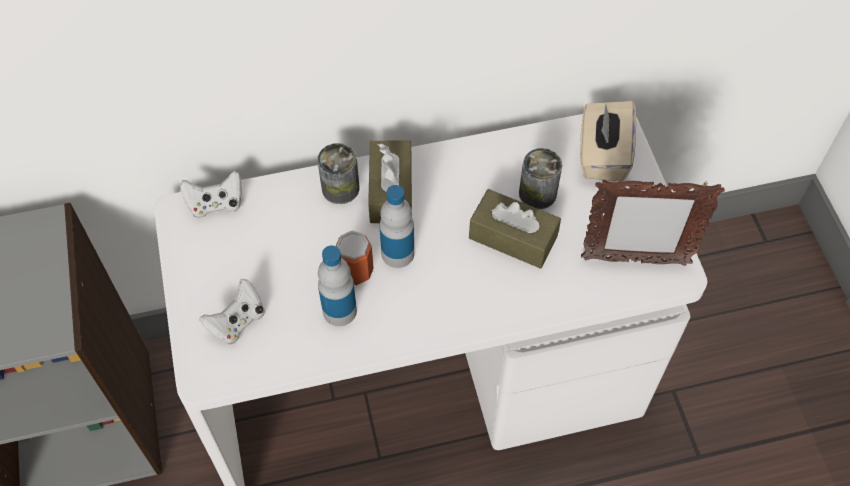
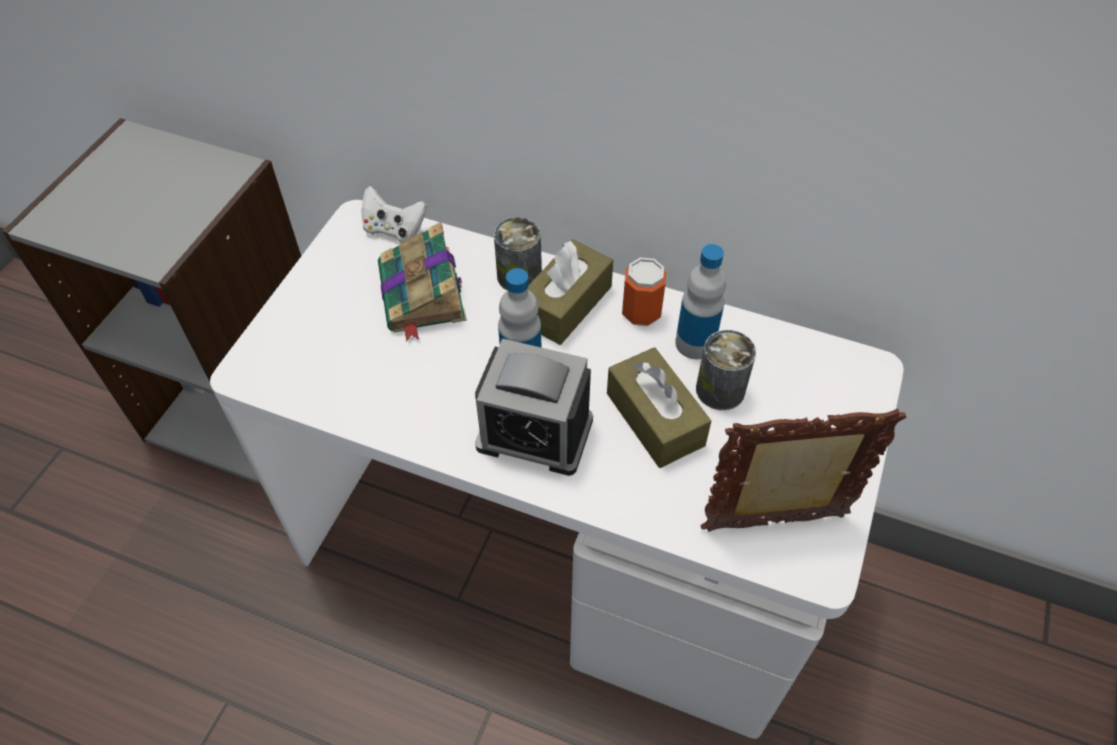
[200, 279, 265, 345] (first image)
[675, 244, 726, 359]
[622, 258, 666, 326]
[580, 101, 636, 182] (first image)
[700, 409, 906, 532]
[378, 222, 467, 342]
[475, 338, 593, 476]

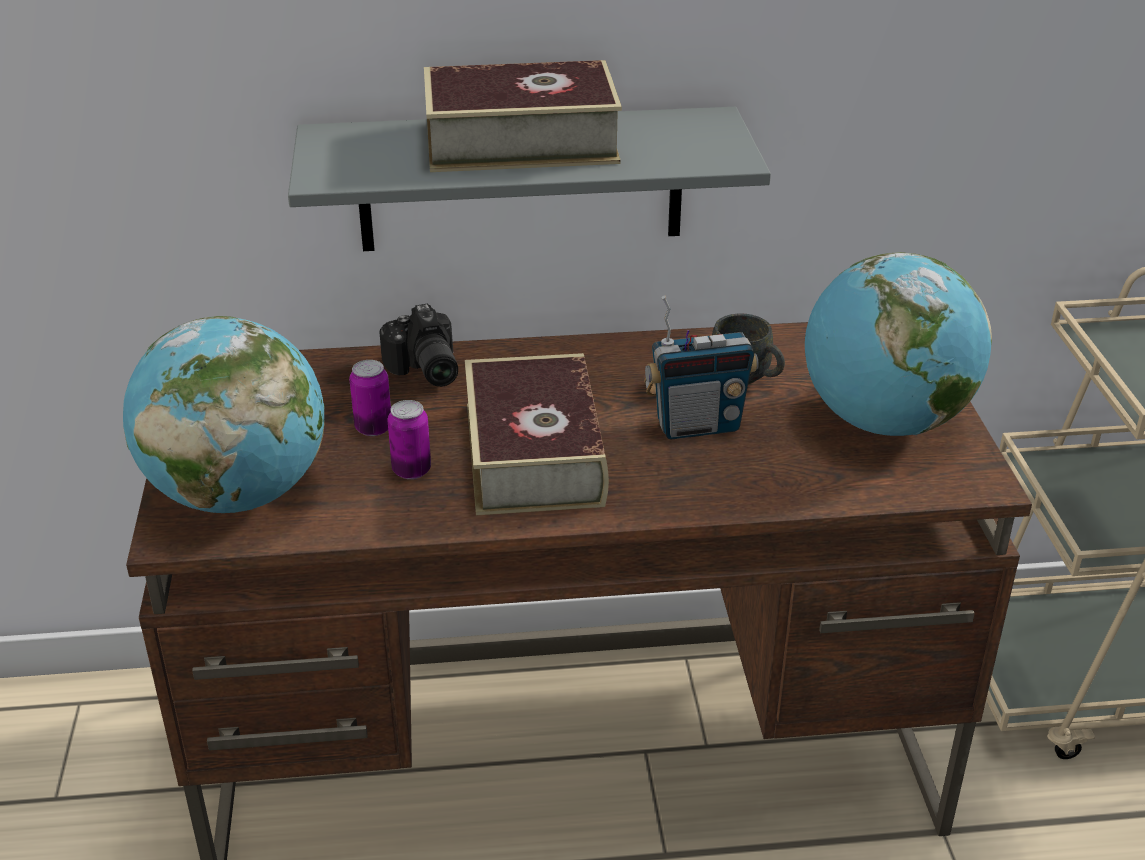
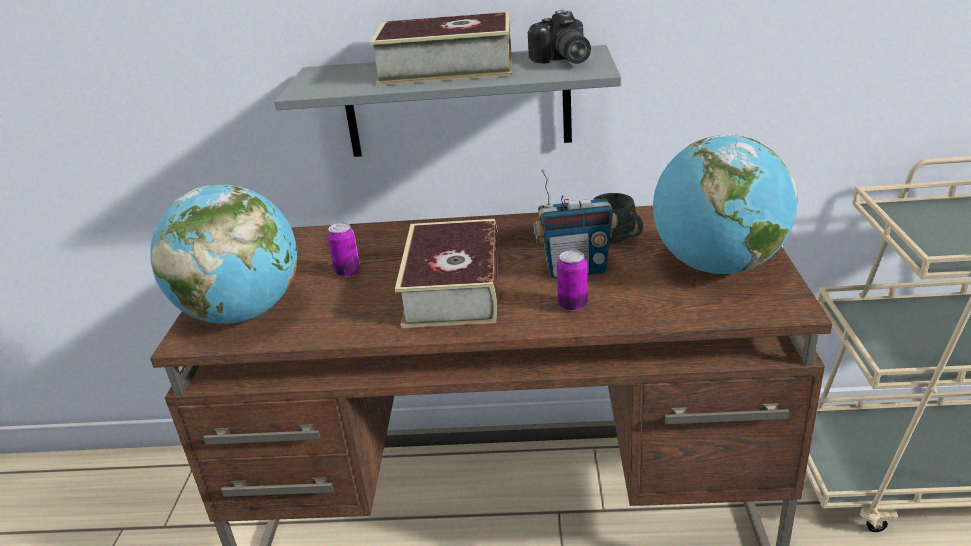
[528, 10, 591, 64]
[557, 250, 588, 311]

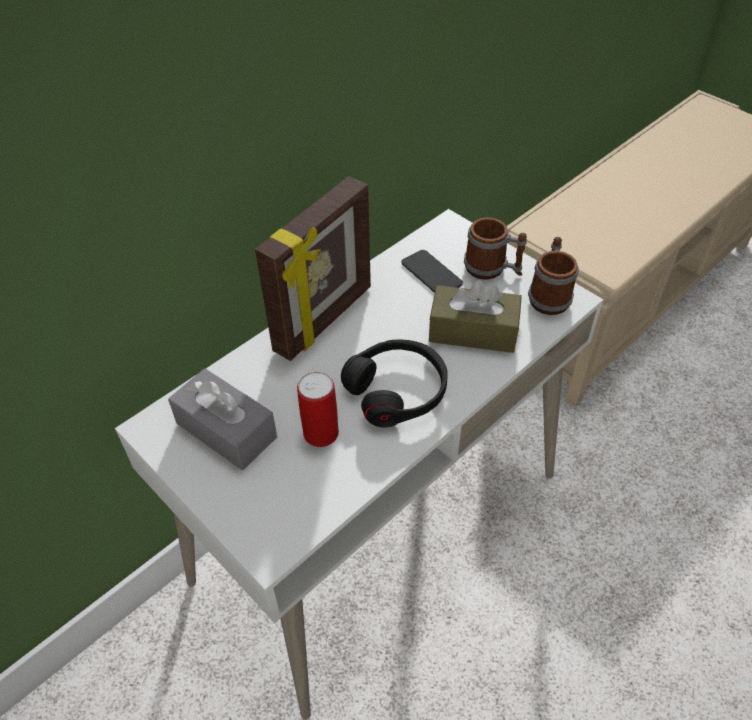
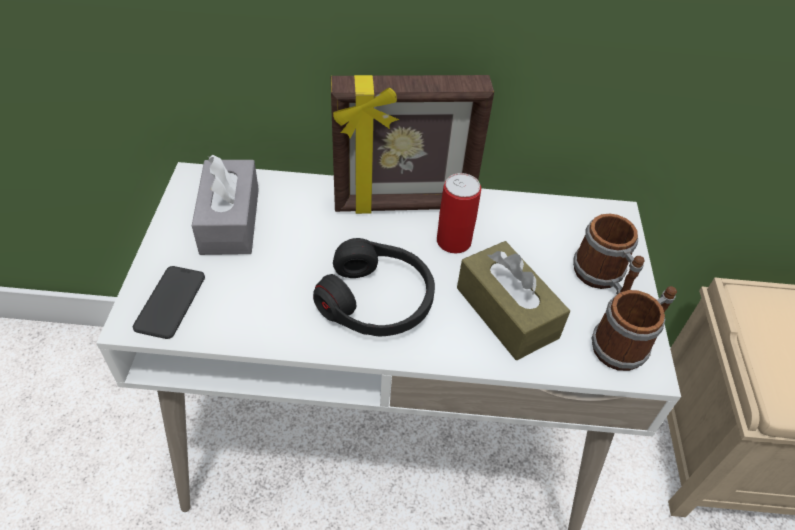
[437, 173, 481, 253]
[133, 266, 205, 339]

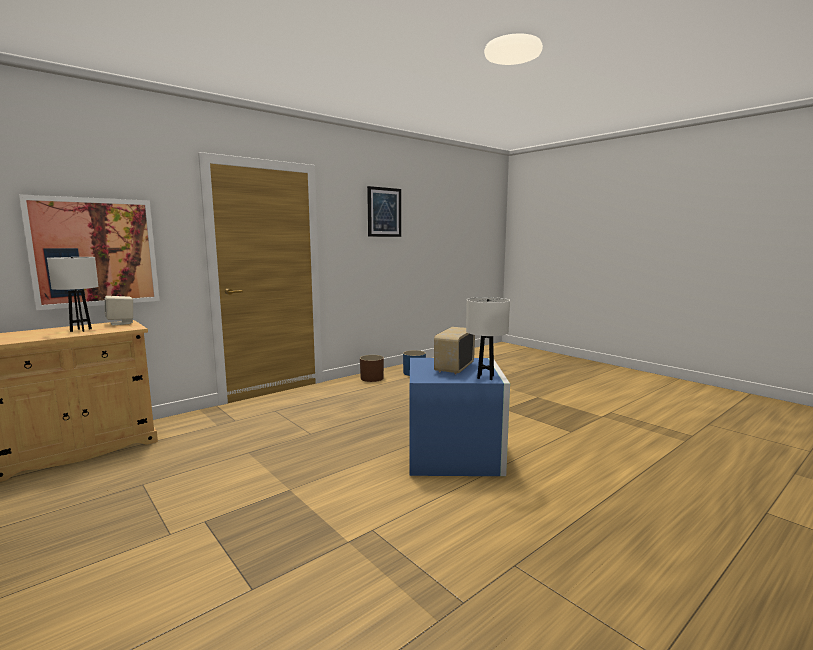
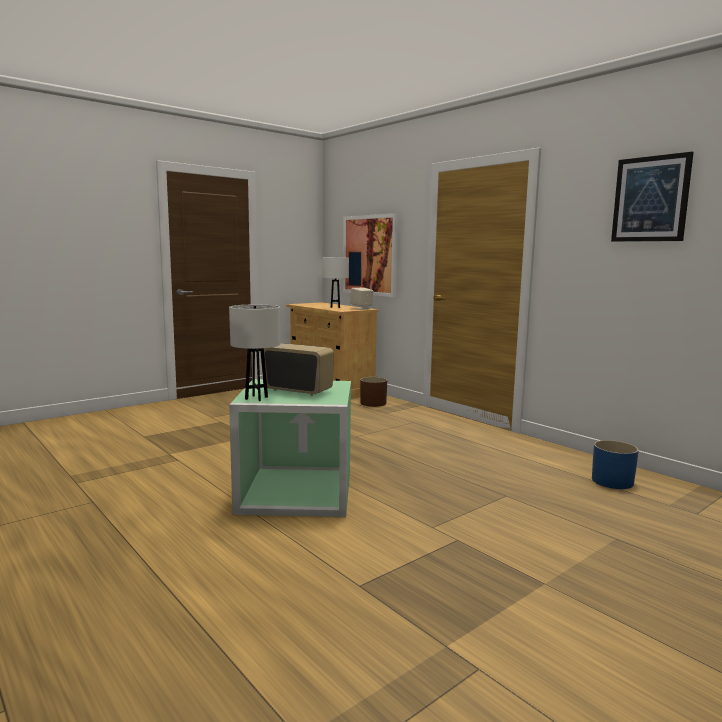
[360, 377, 387, 407]
[229, 379, 351, 517]

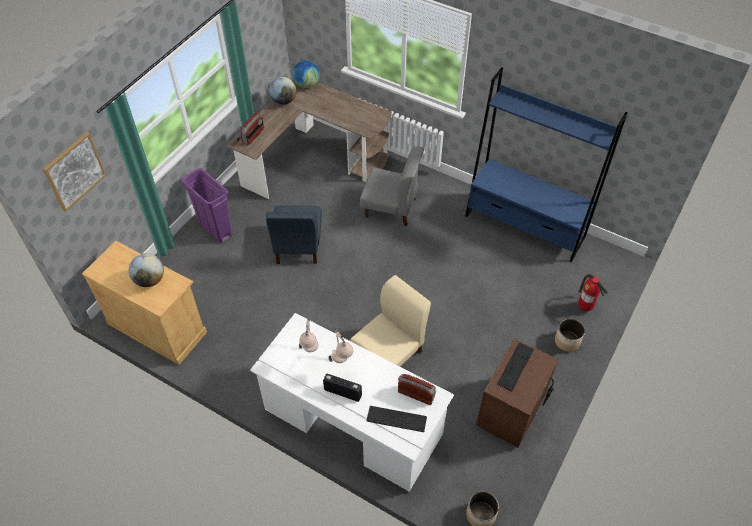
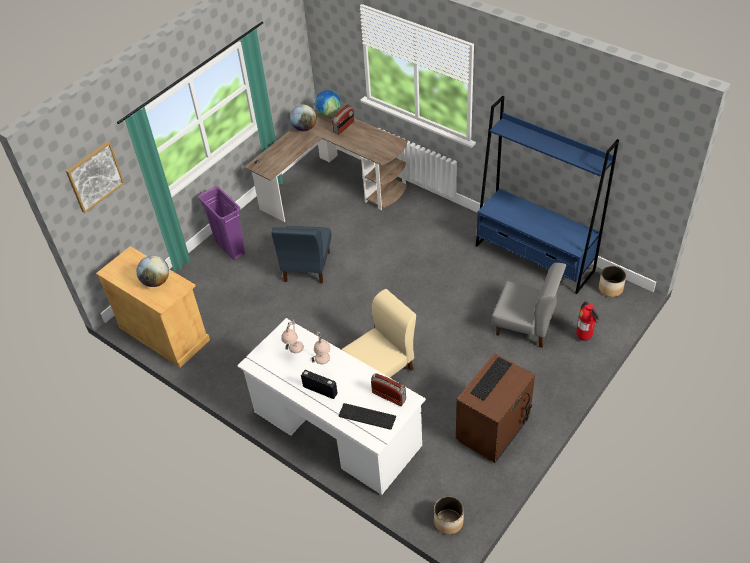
[332, 104, 354, 135]
[491, 263, 566, 348]
[599, 266, 626, 297]

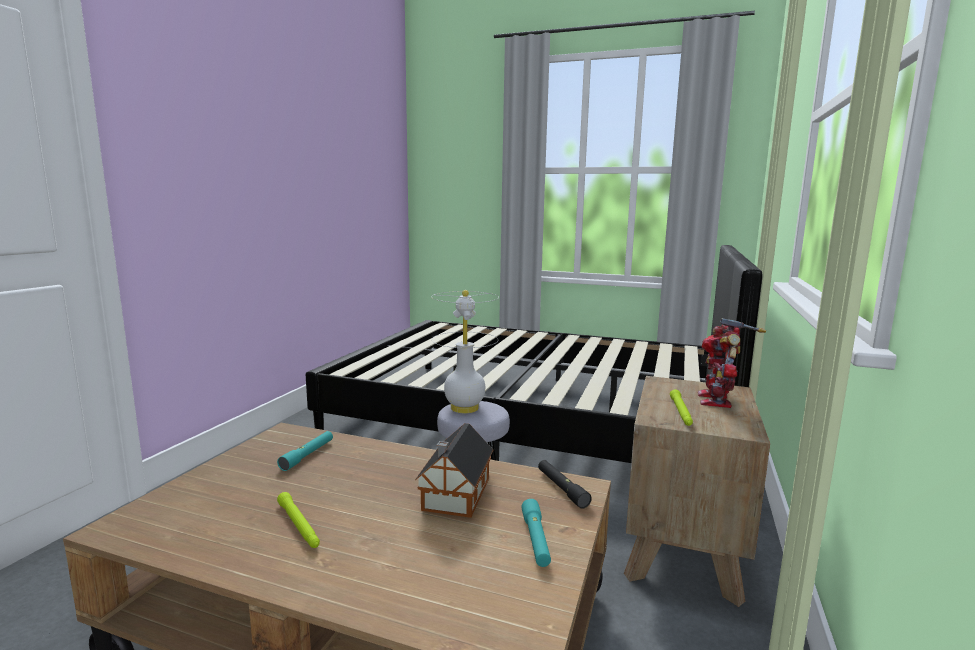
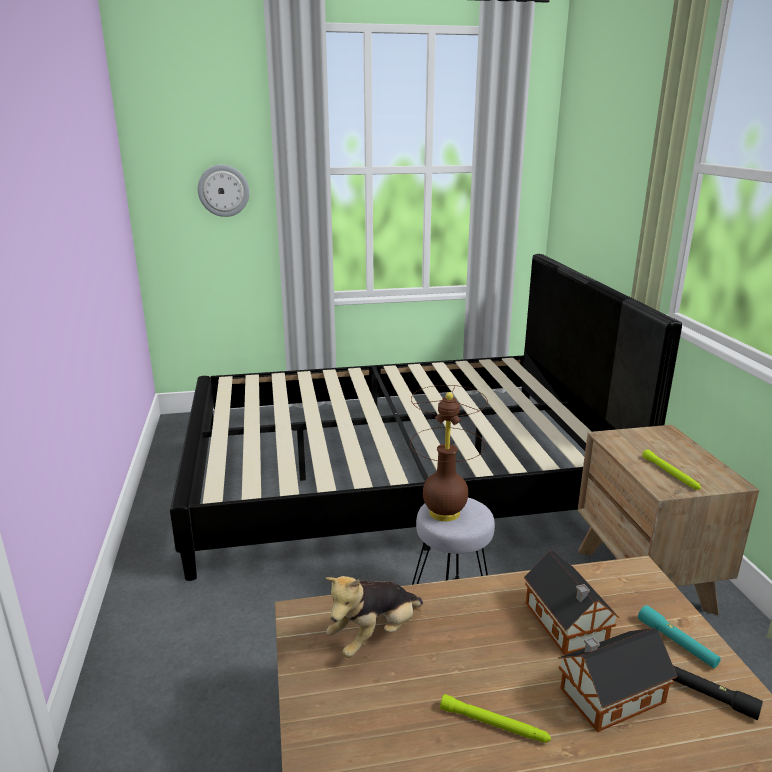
[326, 576, 423, 658]
[410, 385, 488, 522]
[673, 665, 763, 720]
[698, 318, 766, 408] (first image)
[198, 165, 250, 217]
[558, 628, 677, 733]

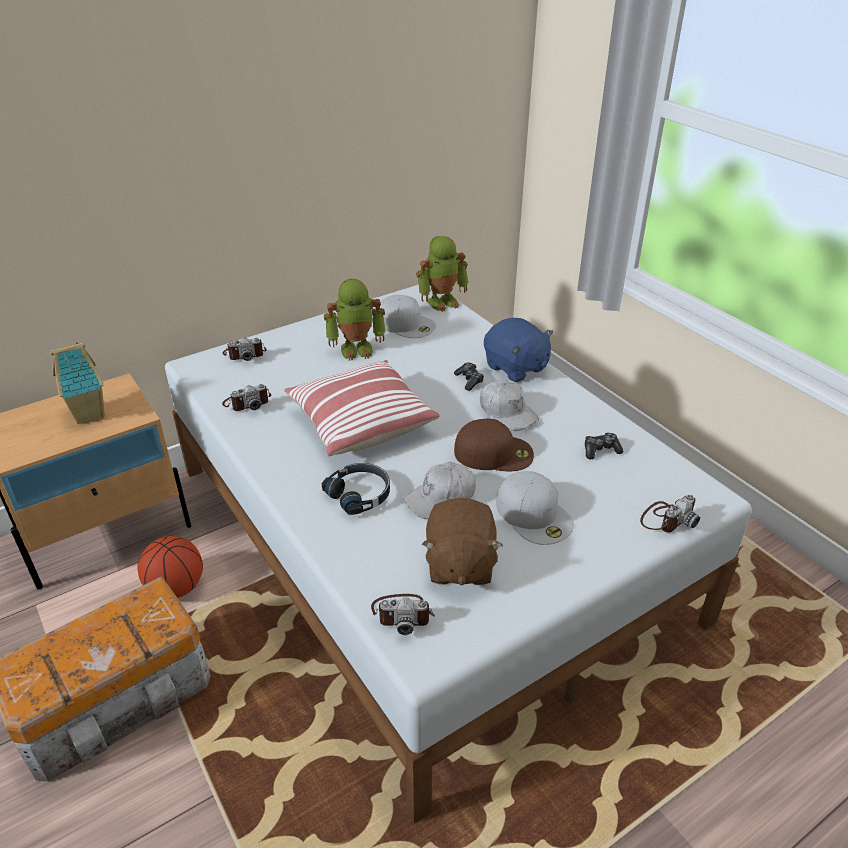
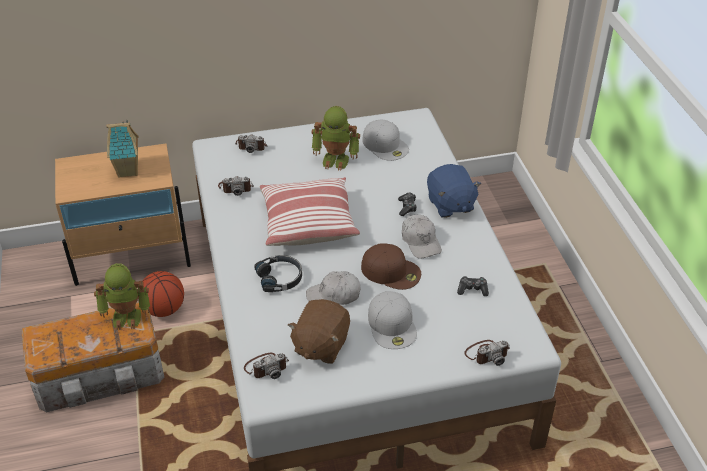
[244, 353, 289, 379]
[94, 263, 150, 330]

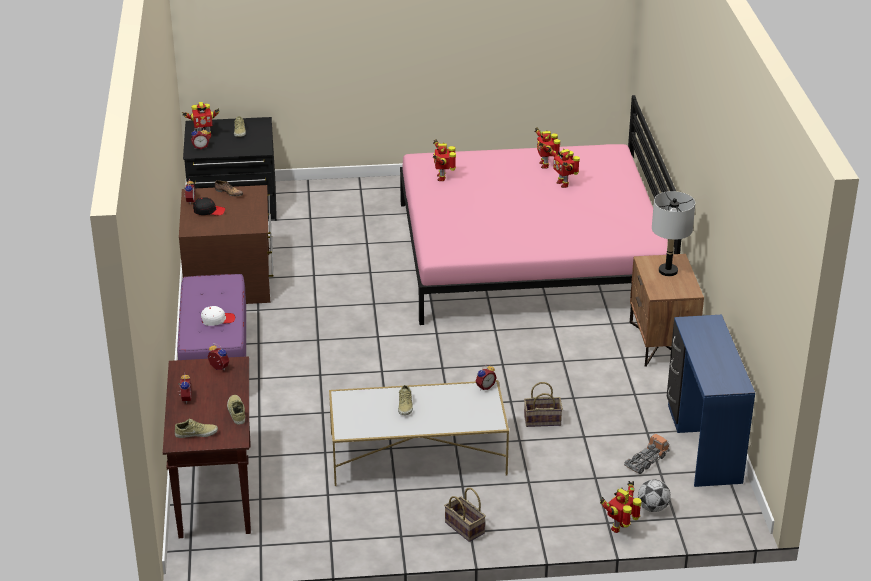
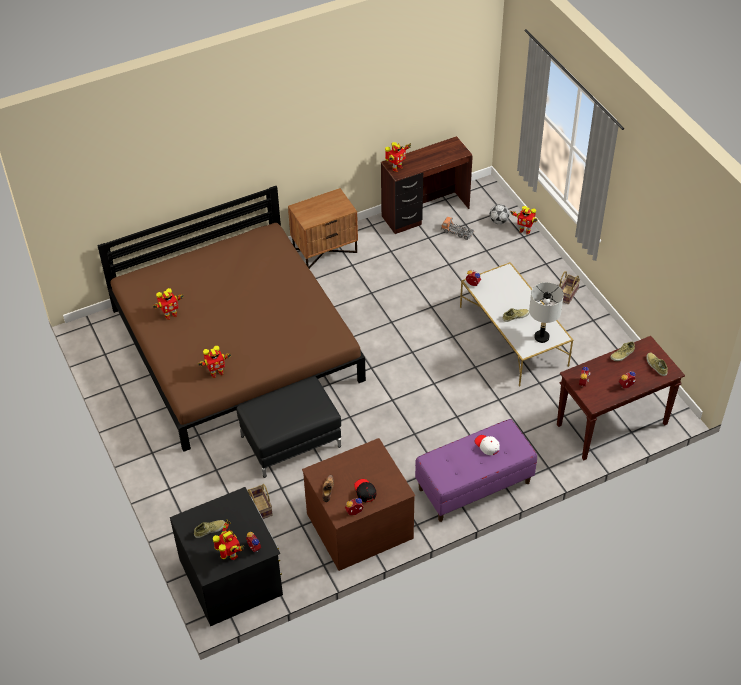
[97, 186, 366, 452]
[247, 484, 273, 519]
[385, 142, 411, 172]
[529, 282, 564, 343]
[381, 136, 473, 234]
[236, 376, 341, 478]

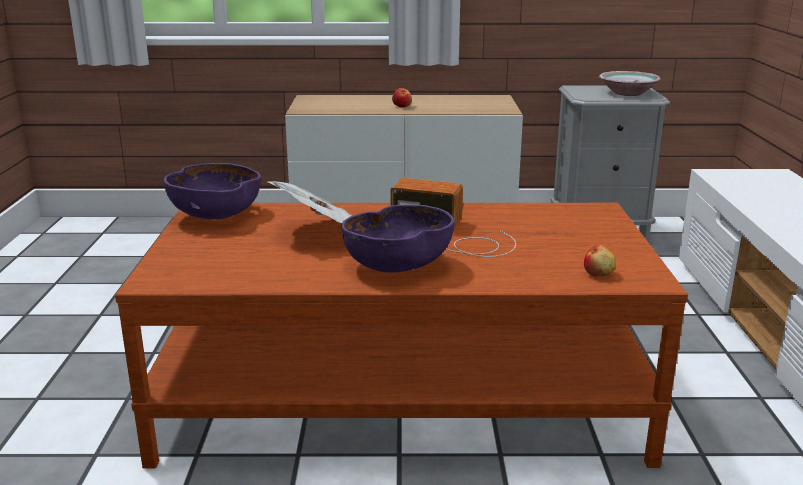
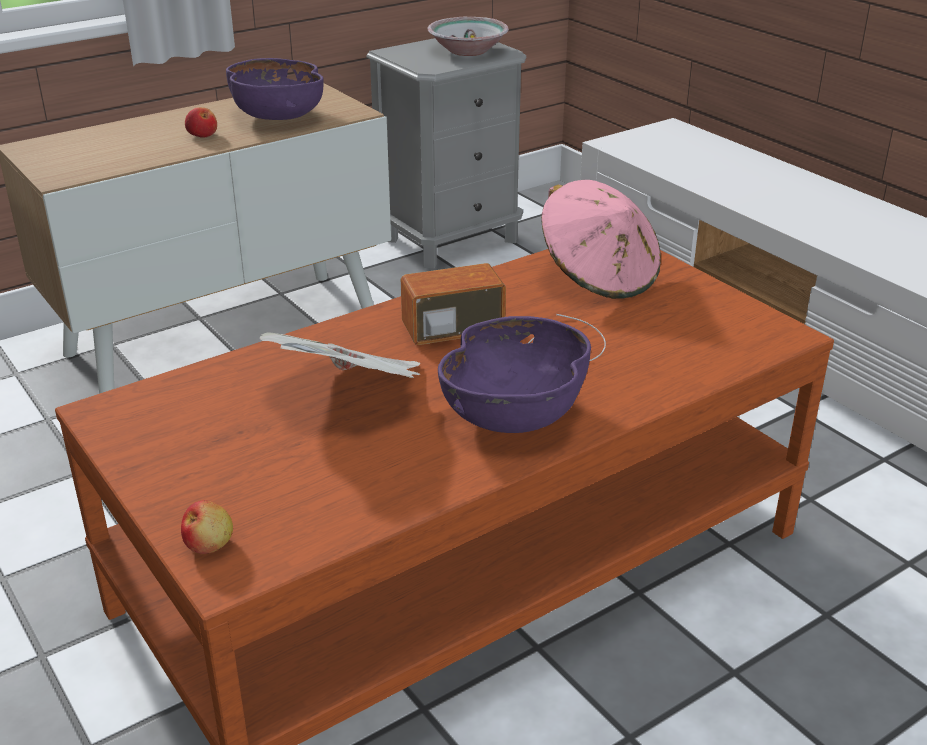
[226, 58, 324, 120]
[181, 500, 233, 554]
[541, 180, 661, 299]

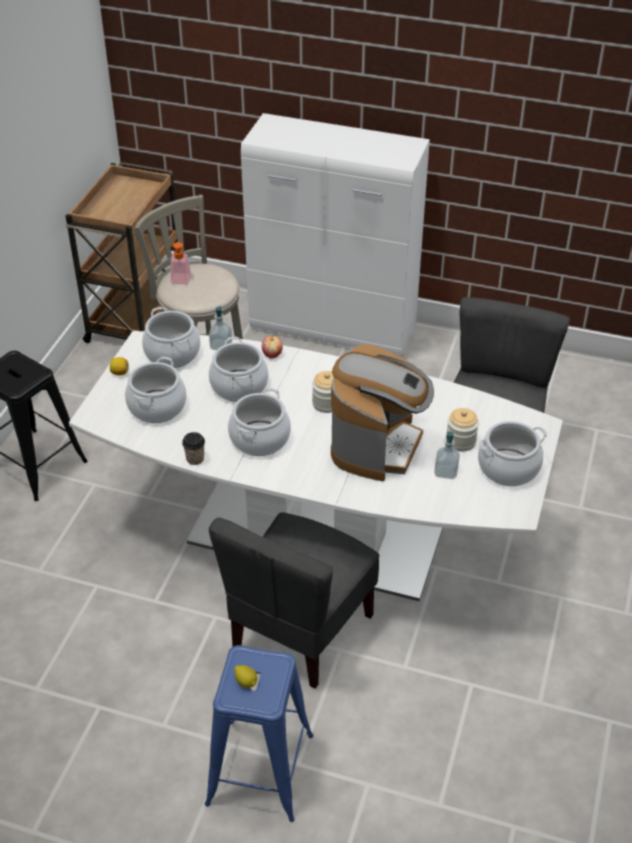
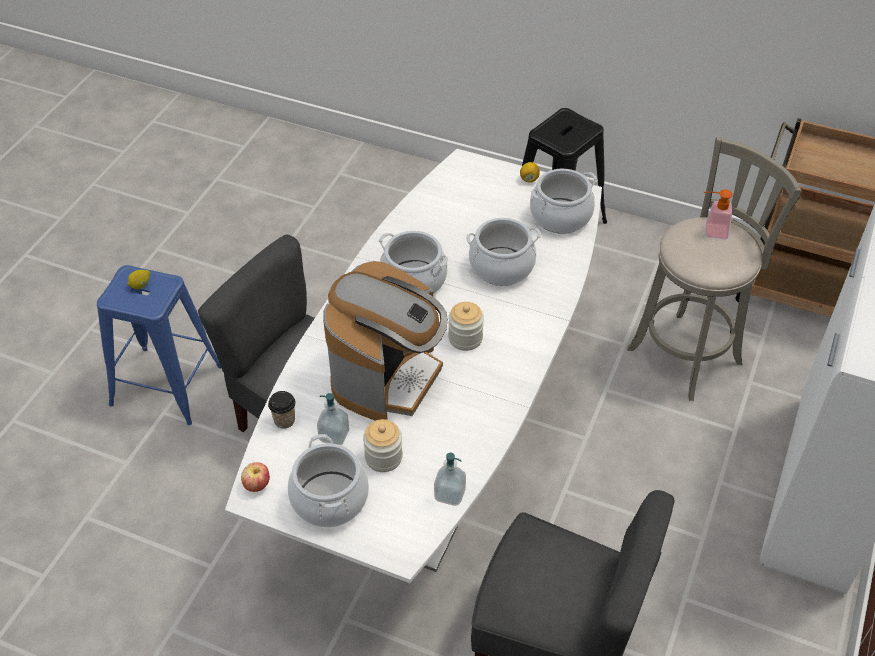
[125, 357, 187, 423] (first image)
[268, 391, 296, 429]
[434, 453, 466, 506]
[241, 462, 270, 492]
[323, 261, 448, 421]

